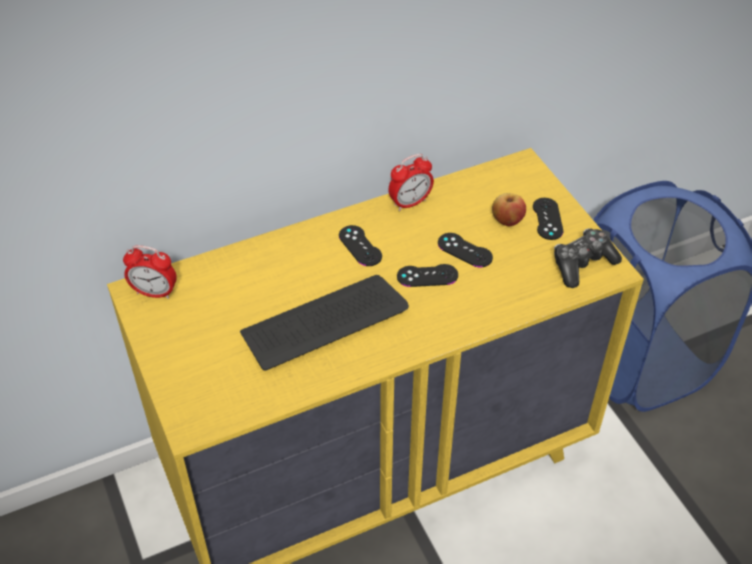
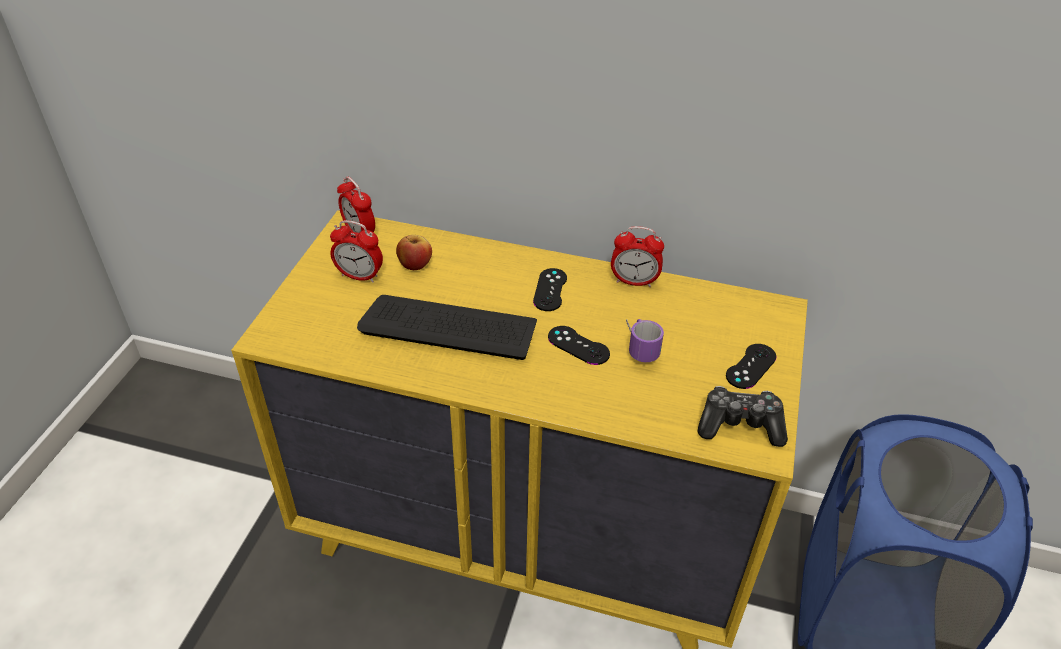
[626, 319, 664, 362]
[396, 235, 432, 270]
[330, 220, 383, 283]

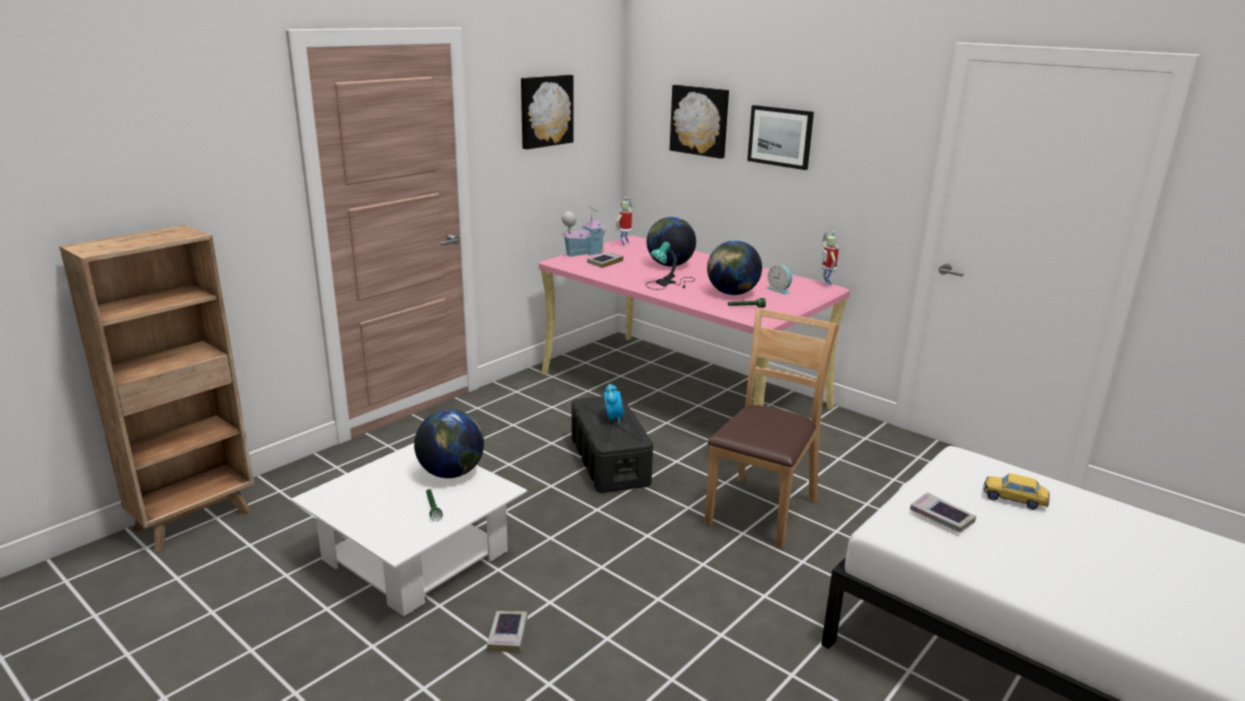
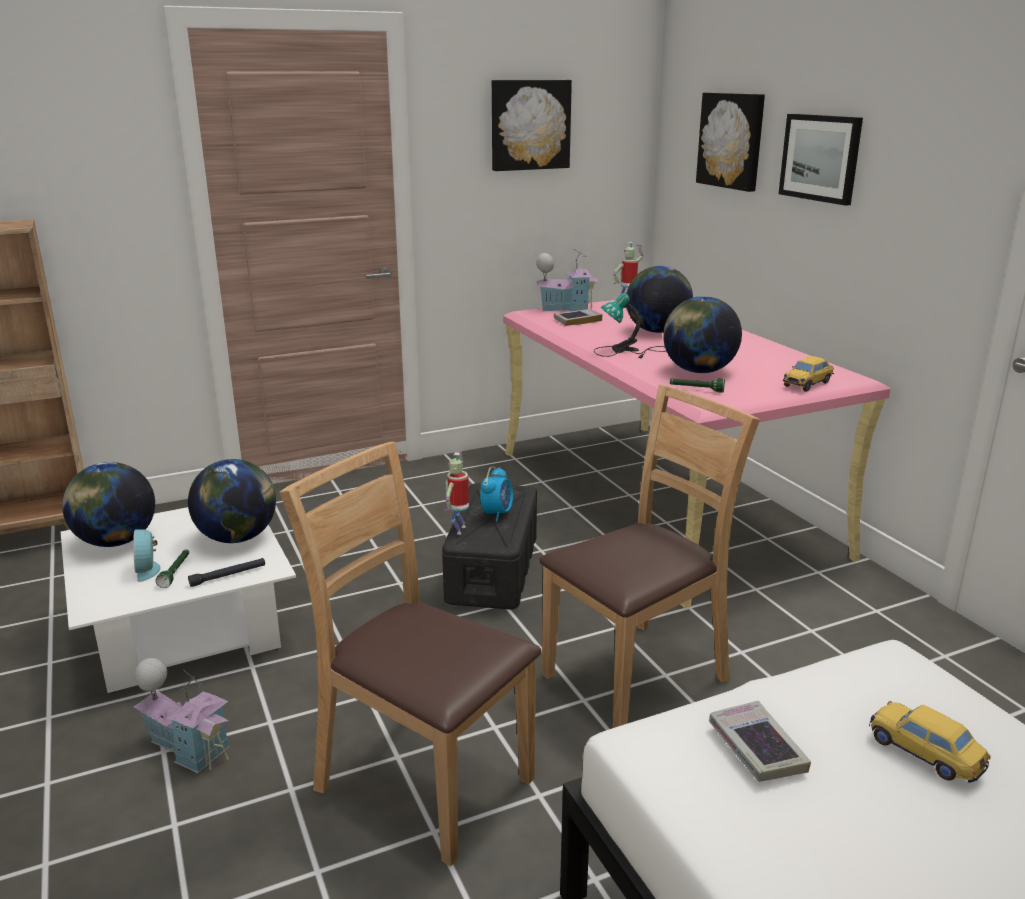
[134, 658, 229, 773]
[133, 529, 161, 582]
[444, 451, 469, 535]
[62, 462, 155, 547]
[188, 558, 265, 587]
[279, 442, 541, 867]
[783, 356, 834, 392]

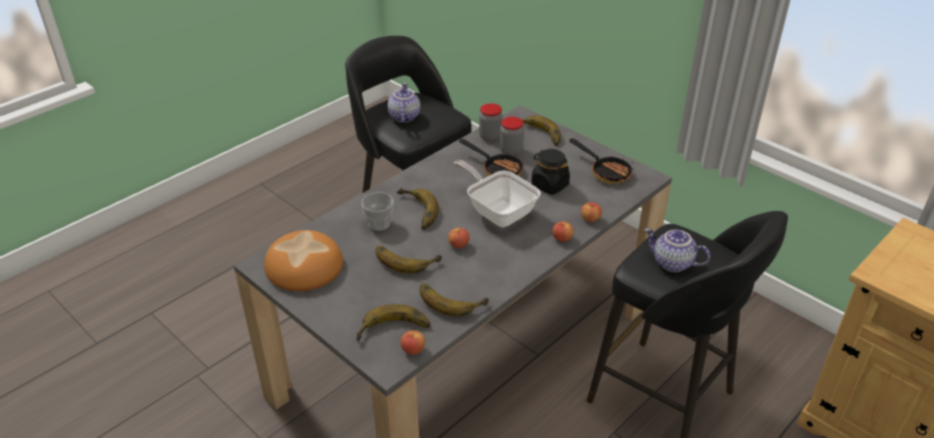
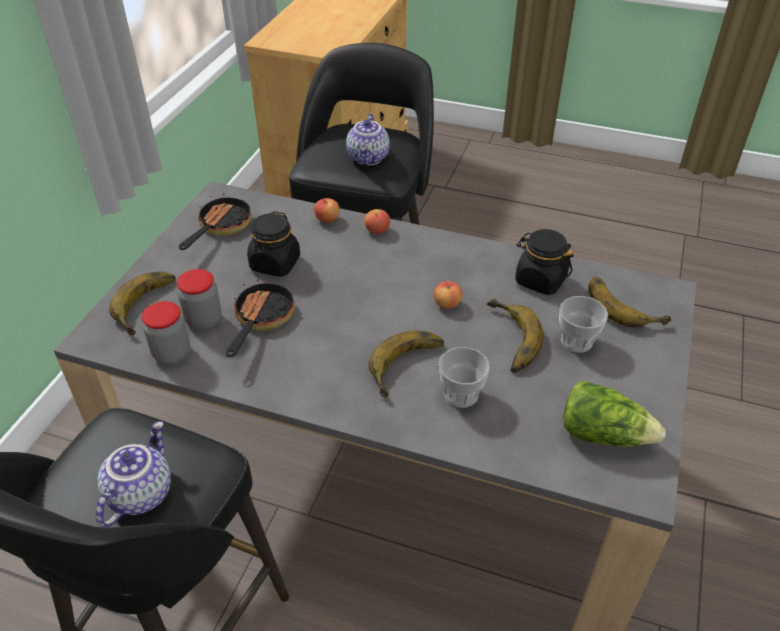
[563, 380, 666, 446]
[96, 421, 171, 527]
[400, 330, 425, 355] (first image)
[515, 229, 574, 295]
[454, 160, 541, 227] (first image)
[559, 296, 608, 353]

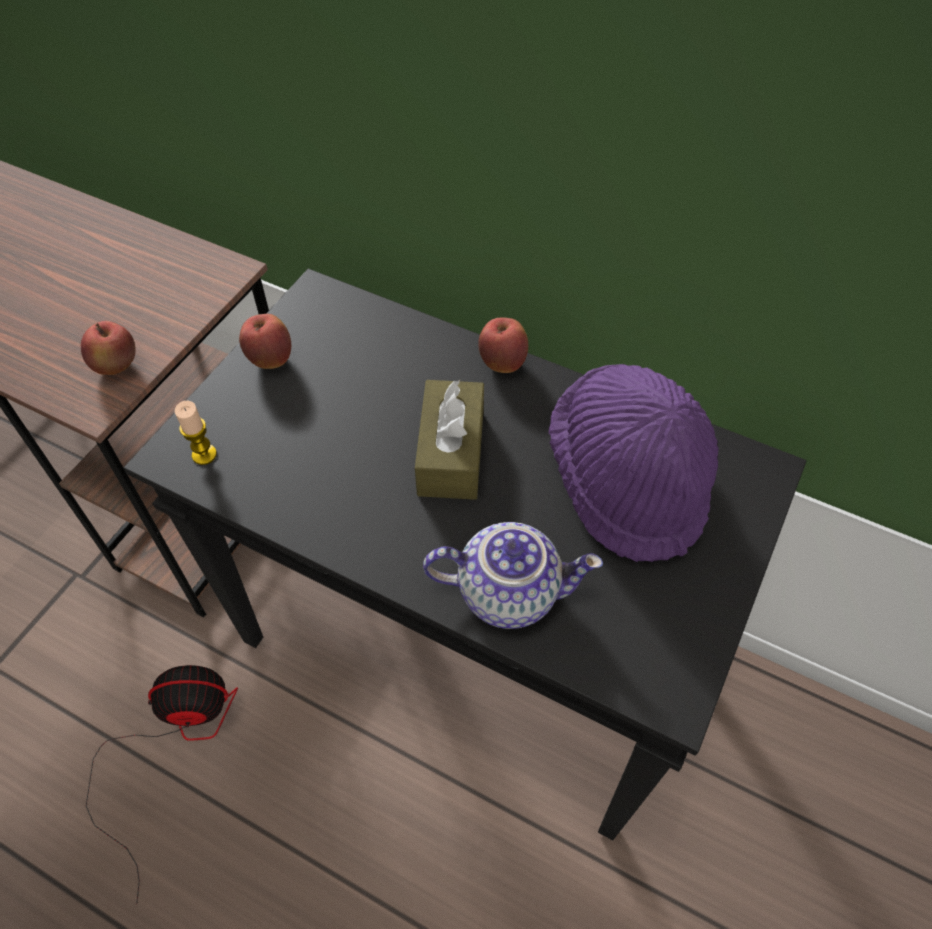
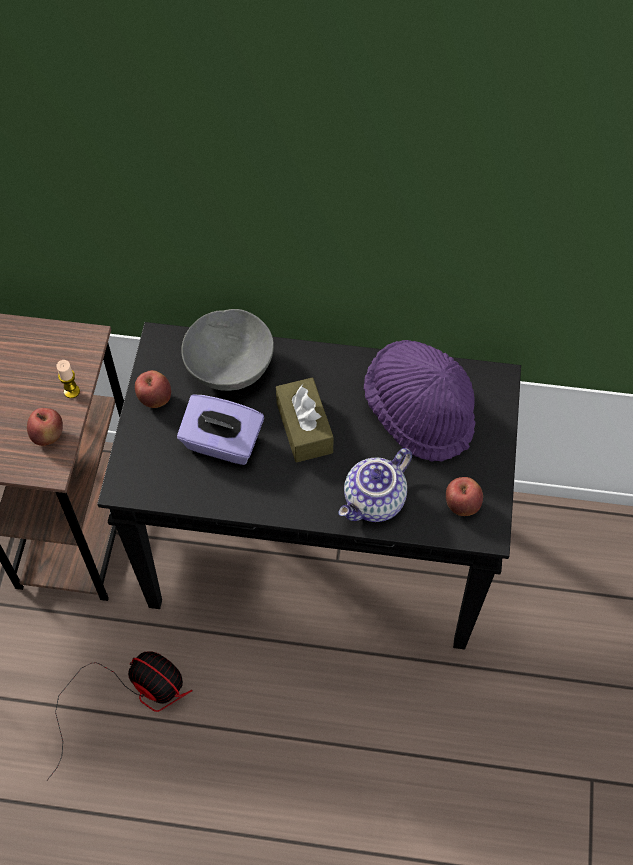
[46, 652, 193, 781]
[57, 360, 80, 398]
[338, 448, 412, 522]
[446, 477, 483, 516]
[177, 394, 264, 465]
[181, 309, 274, 391]

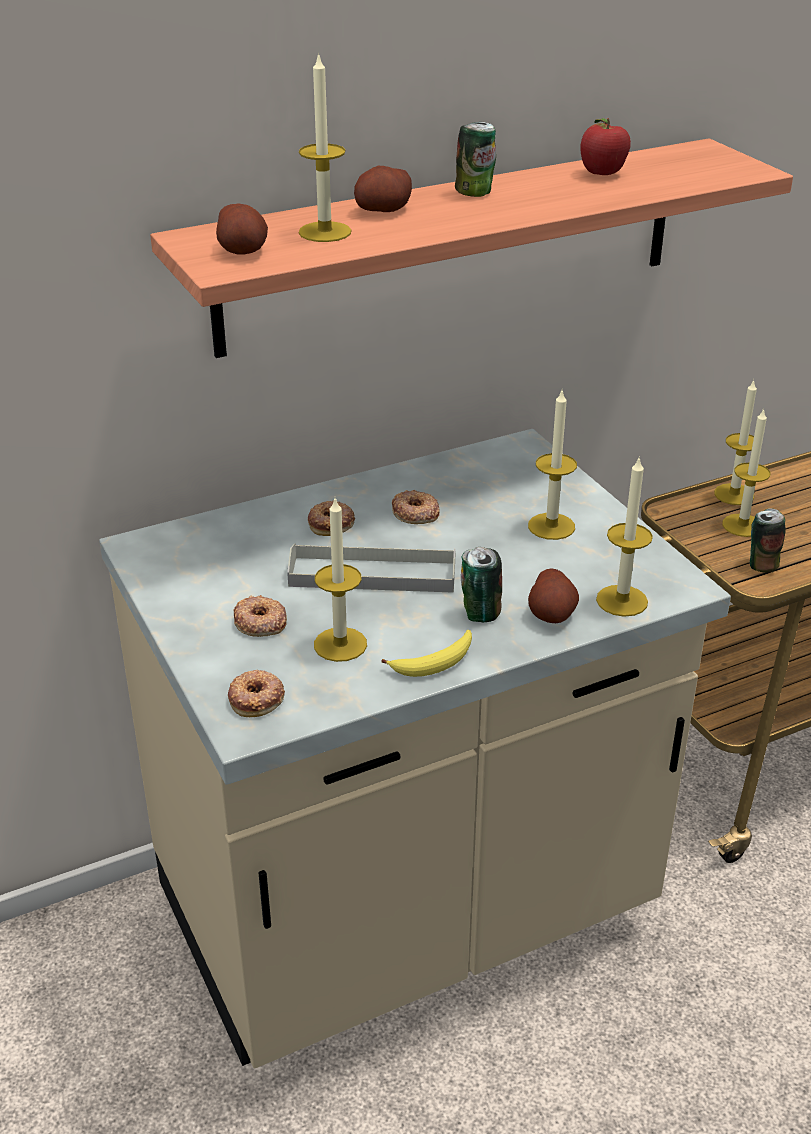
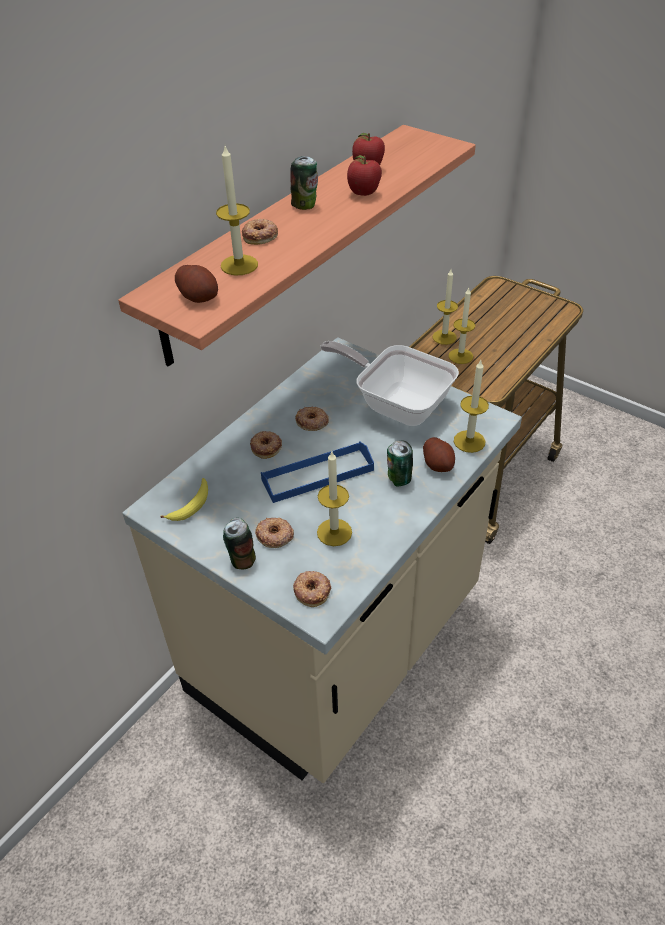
[261, 441, 374, 503]
[242, 219, 278, 245]
[160, 478, 208, 521]
[320, 341, 459, 426]
[223, 518, 256, 569]
[347, 155, 382, 196]

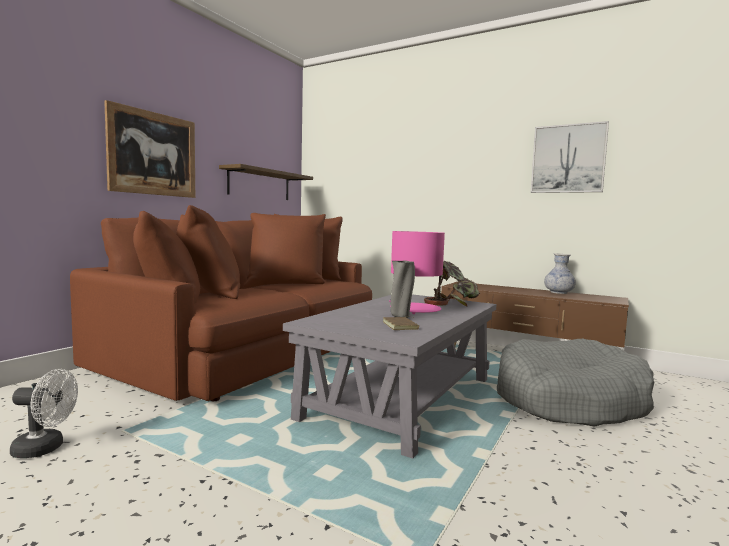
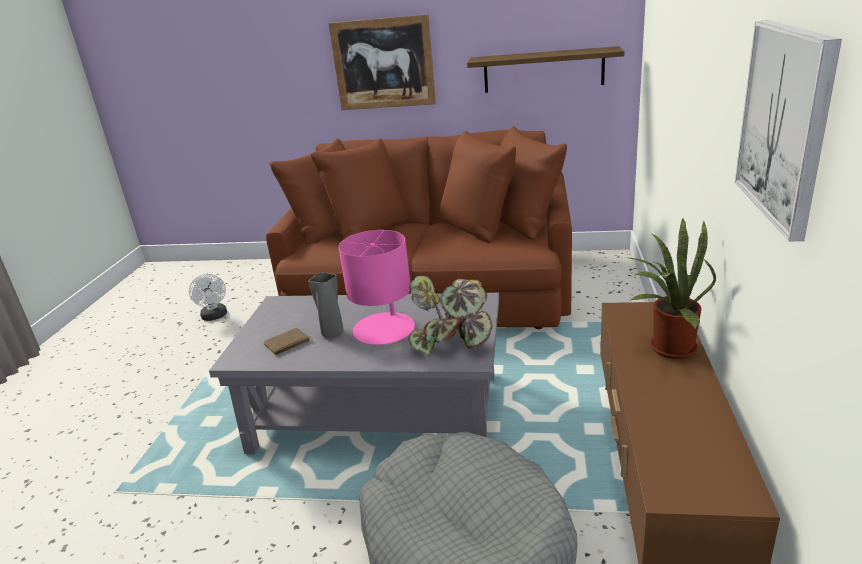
[544, 253, 576, 294] (first image)
[630, 218, 716, 359]

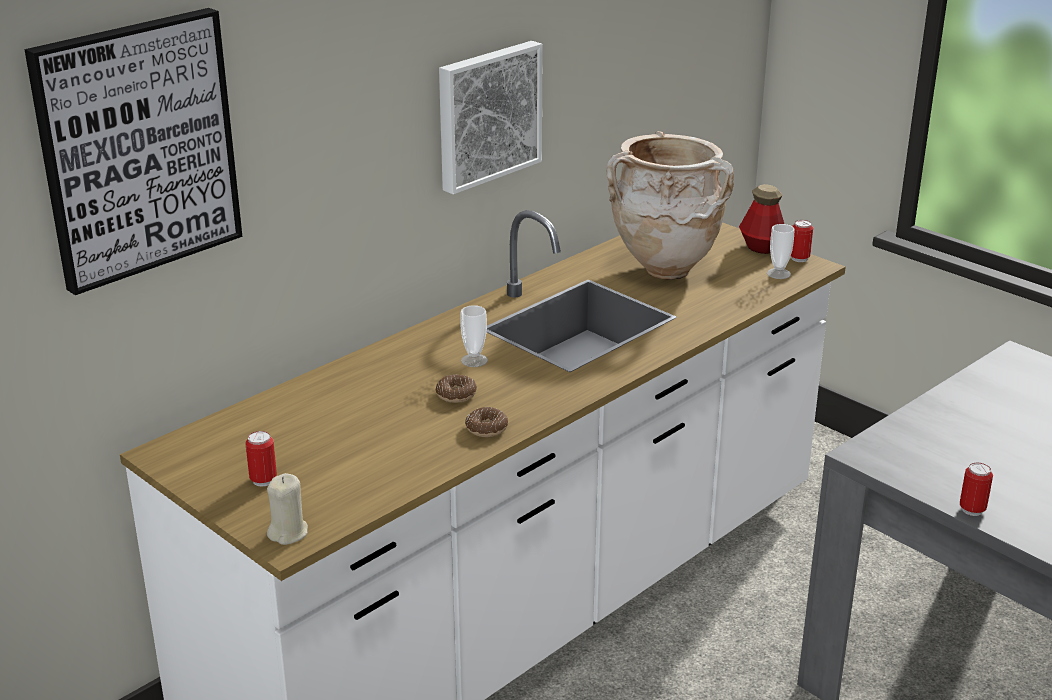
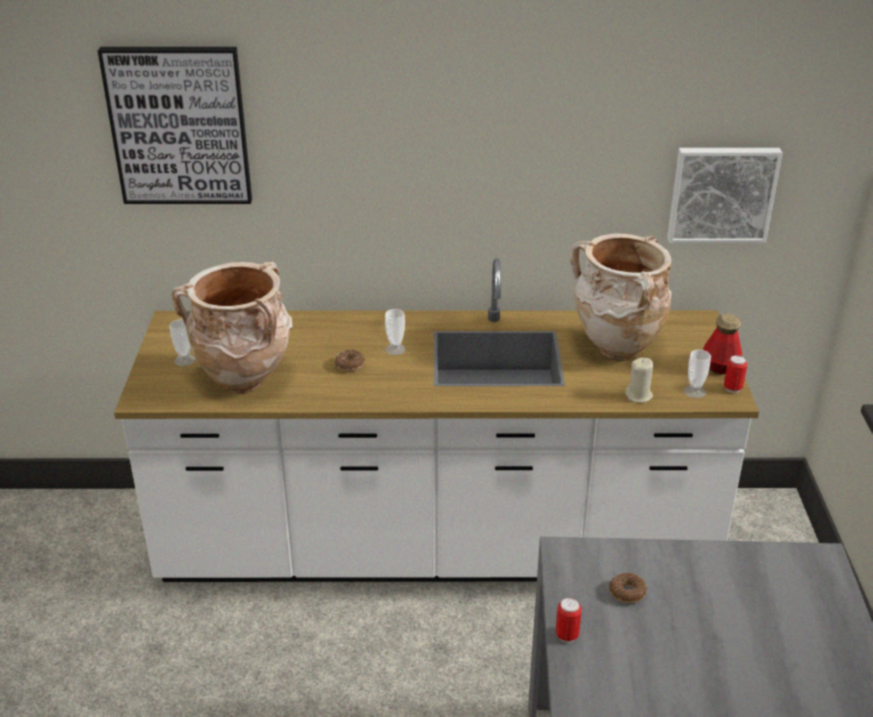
[170, 319, 195, 366]
[625, 358, 653, 403]
[667, 148, 783, 243]
[609, 573, 647, 603]
[172, 262, 292, 394]

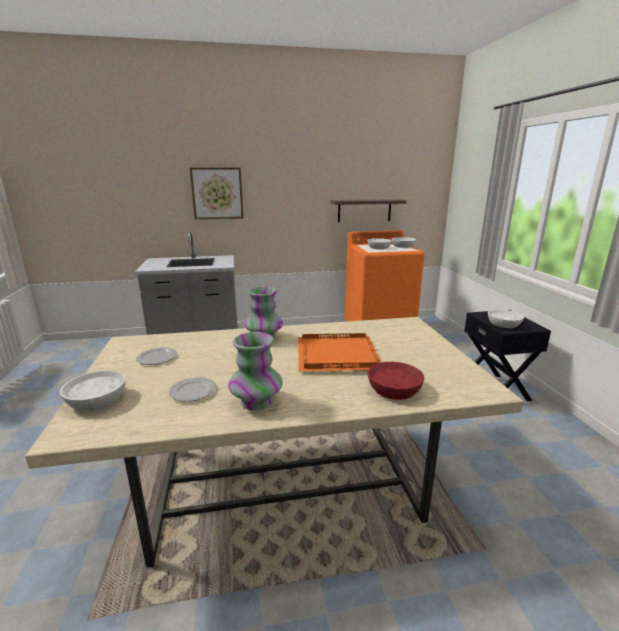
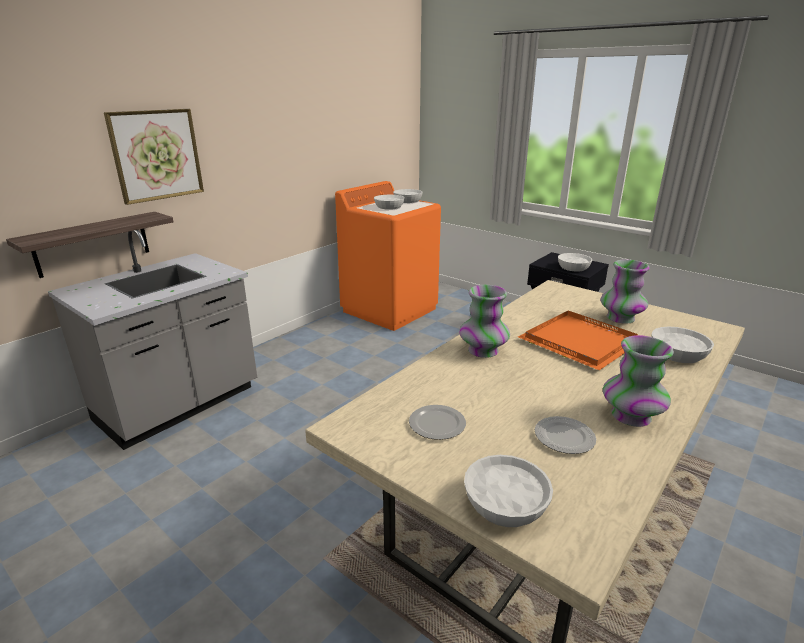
[6, 212, 173, 278]
[651, 327, 714, 363]
[601, 259, 649, 324]

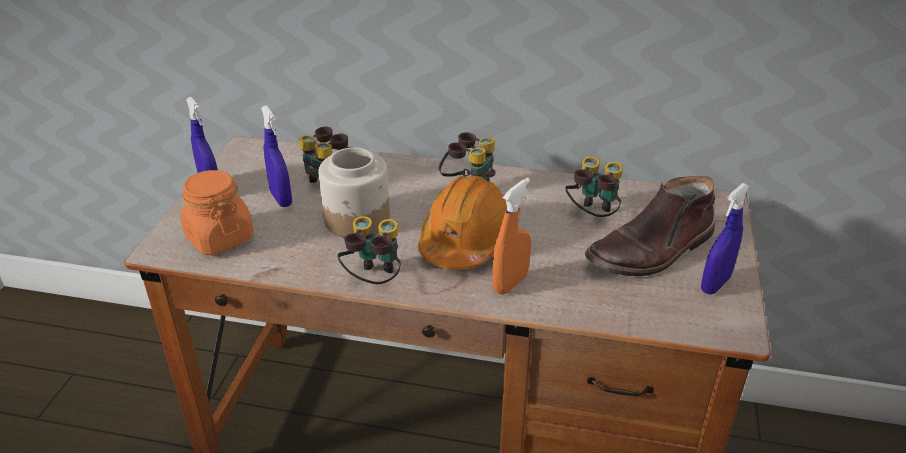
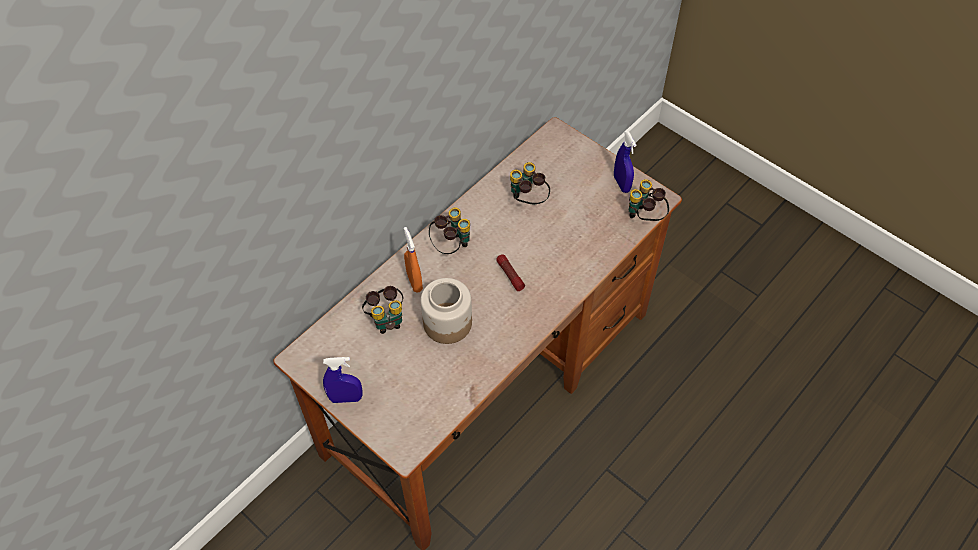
[180, 170, 254, 255] (first image)
[261, 105, 292, 207] (first image)
[629, 179, 669, 221]
[496, 254, 525, 291]
[404, 227, 423, 293]
[585, 176, 715, 276] (first image)

